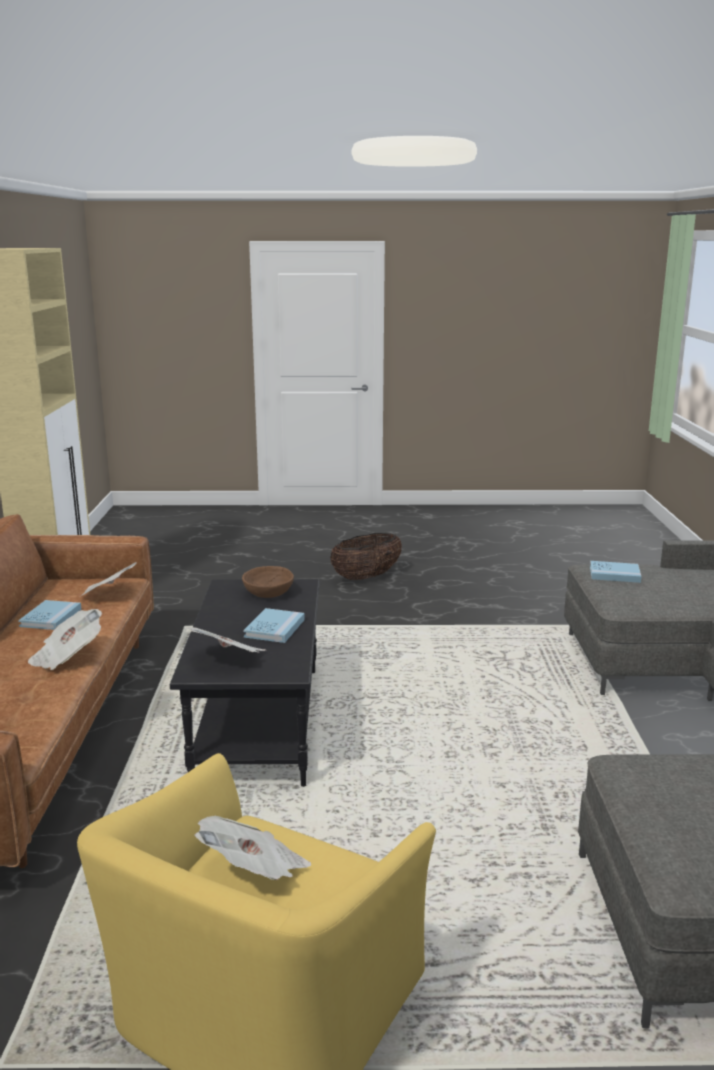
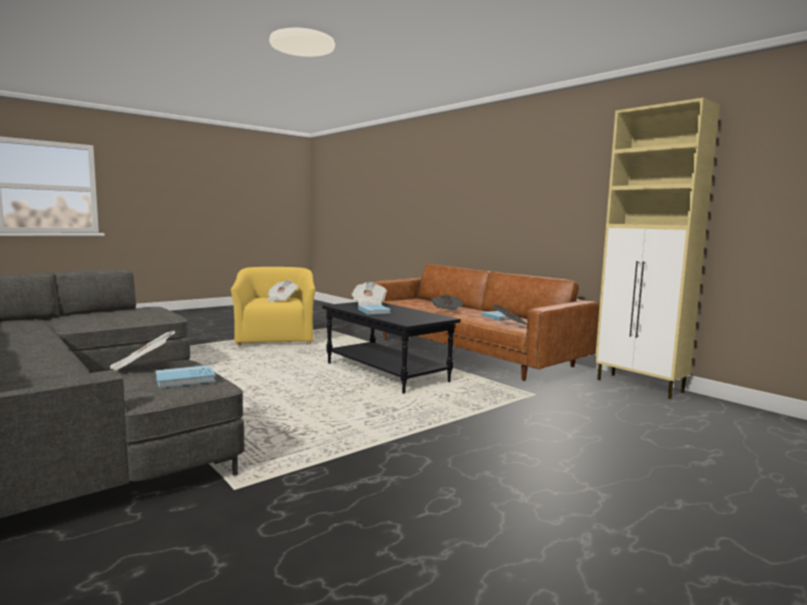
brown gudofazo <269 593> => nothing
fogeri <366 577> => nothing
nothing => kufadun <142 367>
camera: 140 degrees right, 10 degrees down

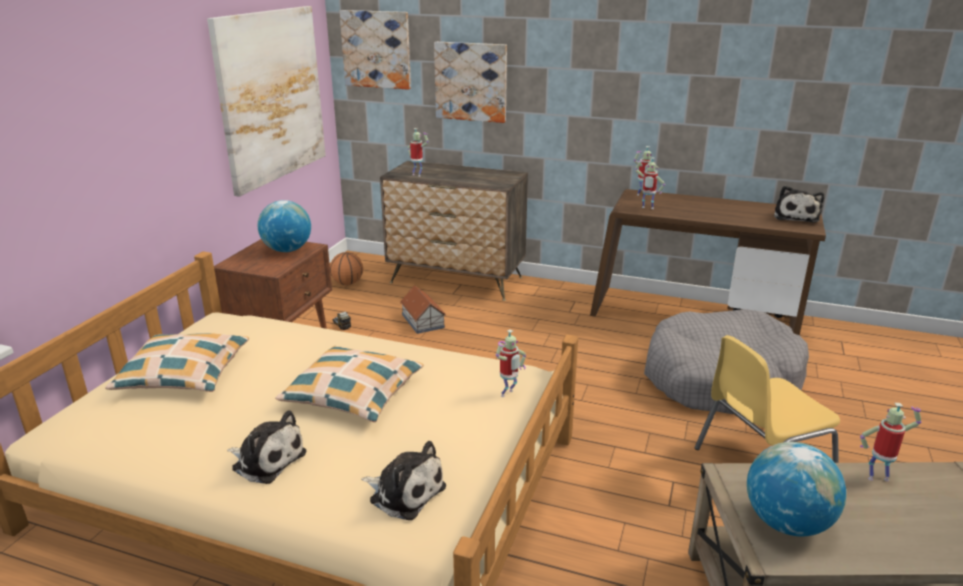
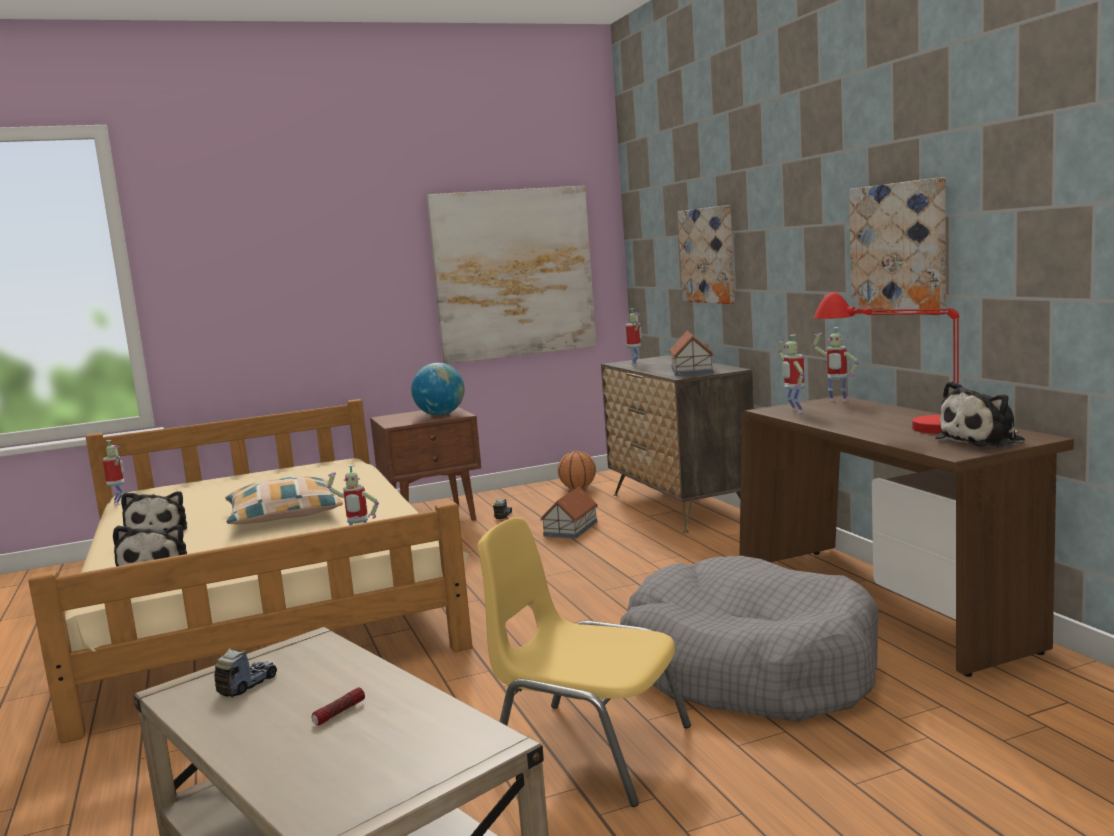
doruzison <184 374> => nothing
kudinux <376 49> => kudinux <899 248>, move
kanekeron <786 523> => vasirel <247 684>
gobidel <877 477> => gobidel <119 503>, move
nothing => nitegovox <339 713>
nothing => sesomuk <691 370>
nothing => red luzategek <893 425>
camera: 50 degrees right, 15 degrees down

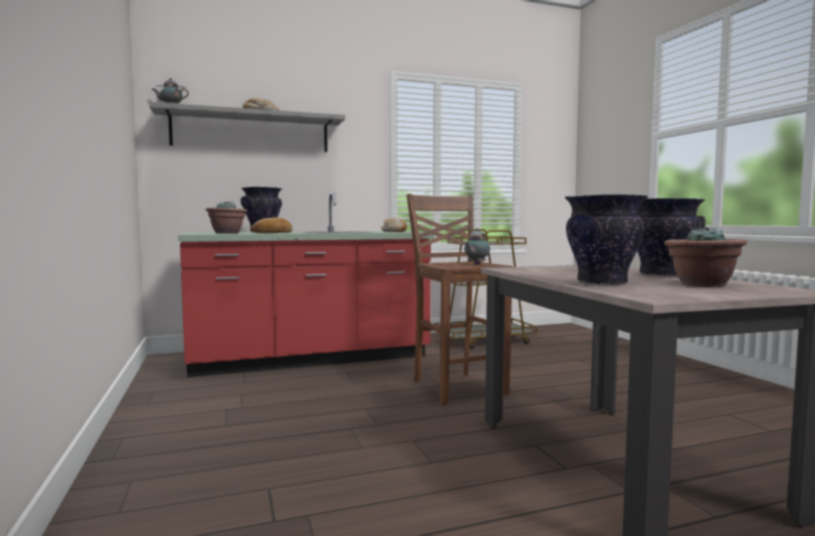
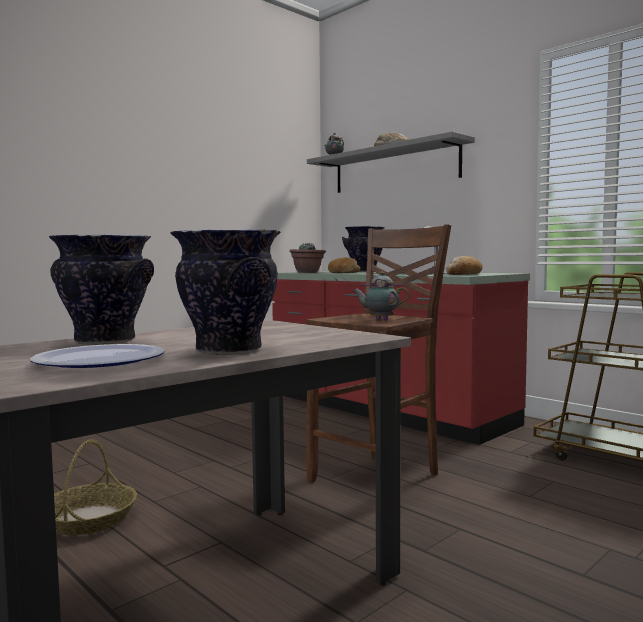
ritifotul <701 284> => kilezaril <99 359>
nothing => fogeri <89 519>
camera: 65 degrees right, 0 degrees up

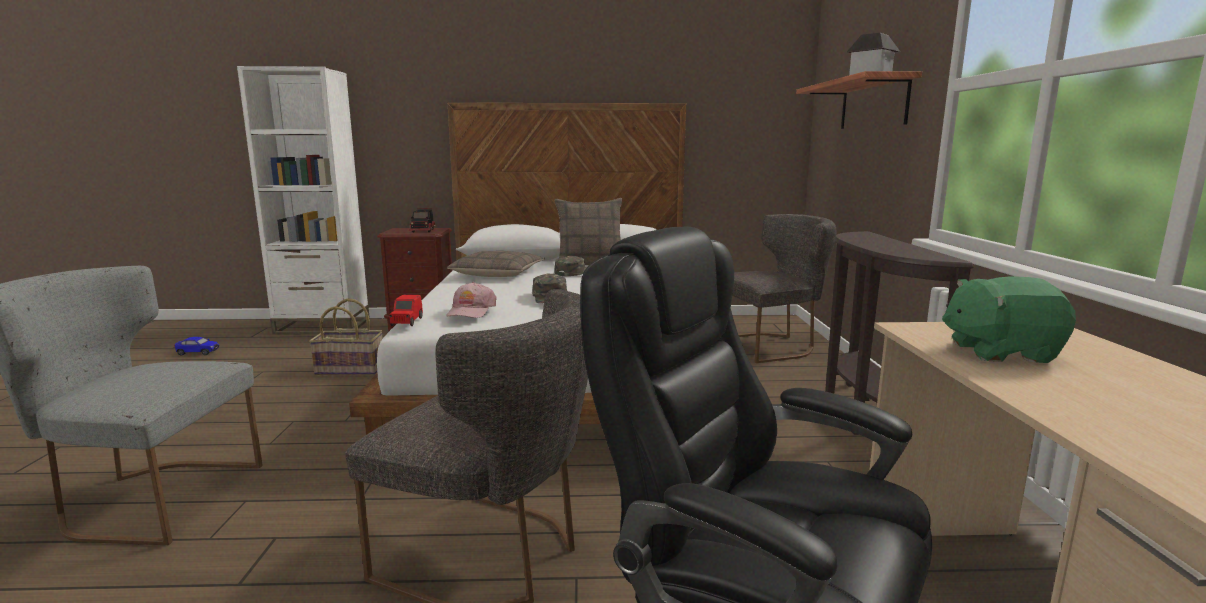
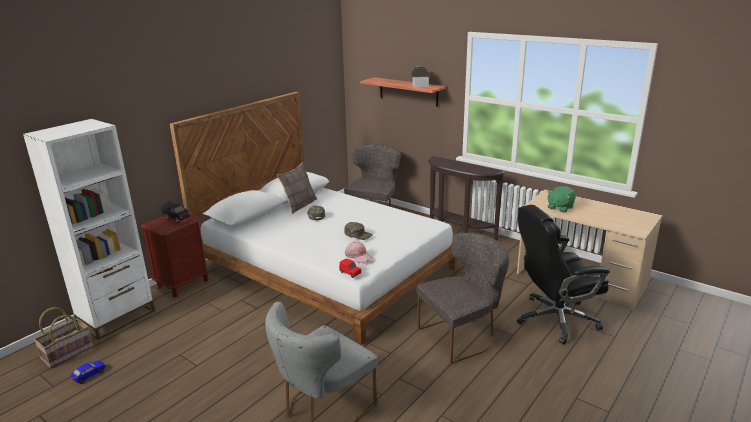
fogeri <351 369> => fogeri <67 352>, move
doruzison <498 274> => nothing
camera: 50 degrees left, 10 degrees up

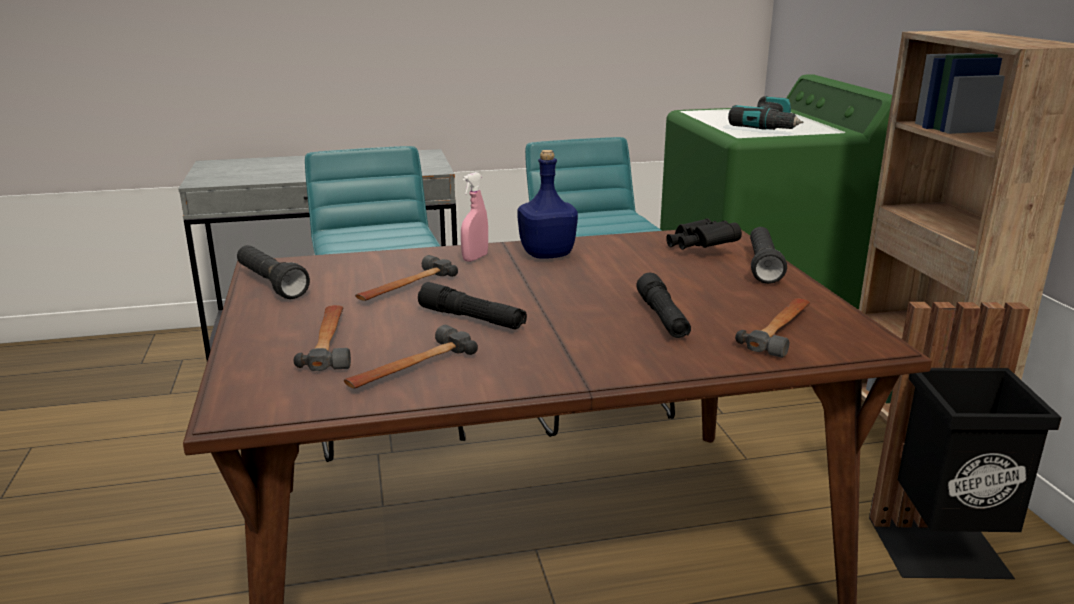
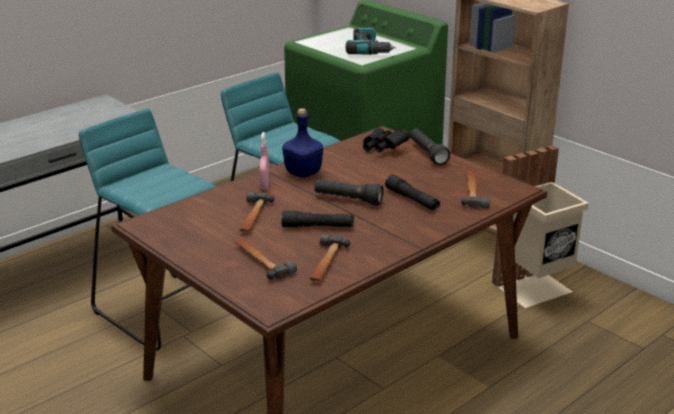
black nitegovox <271 284> => black nitegovox <348 200>, move
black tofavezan <942 551> => beige tofavezan <534 289>
camera: 30 degrees left, 5 degrees up

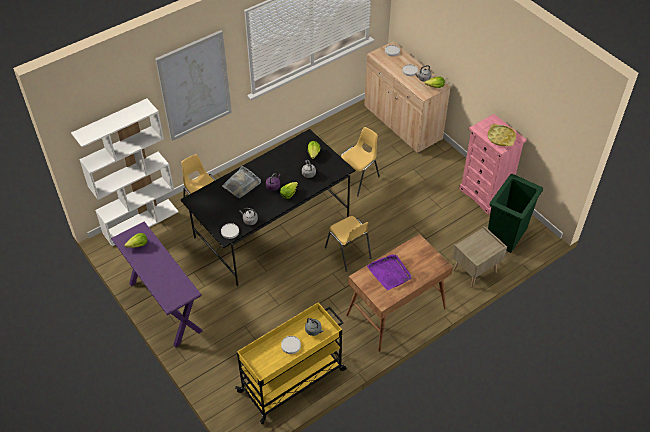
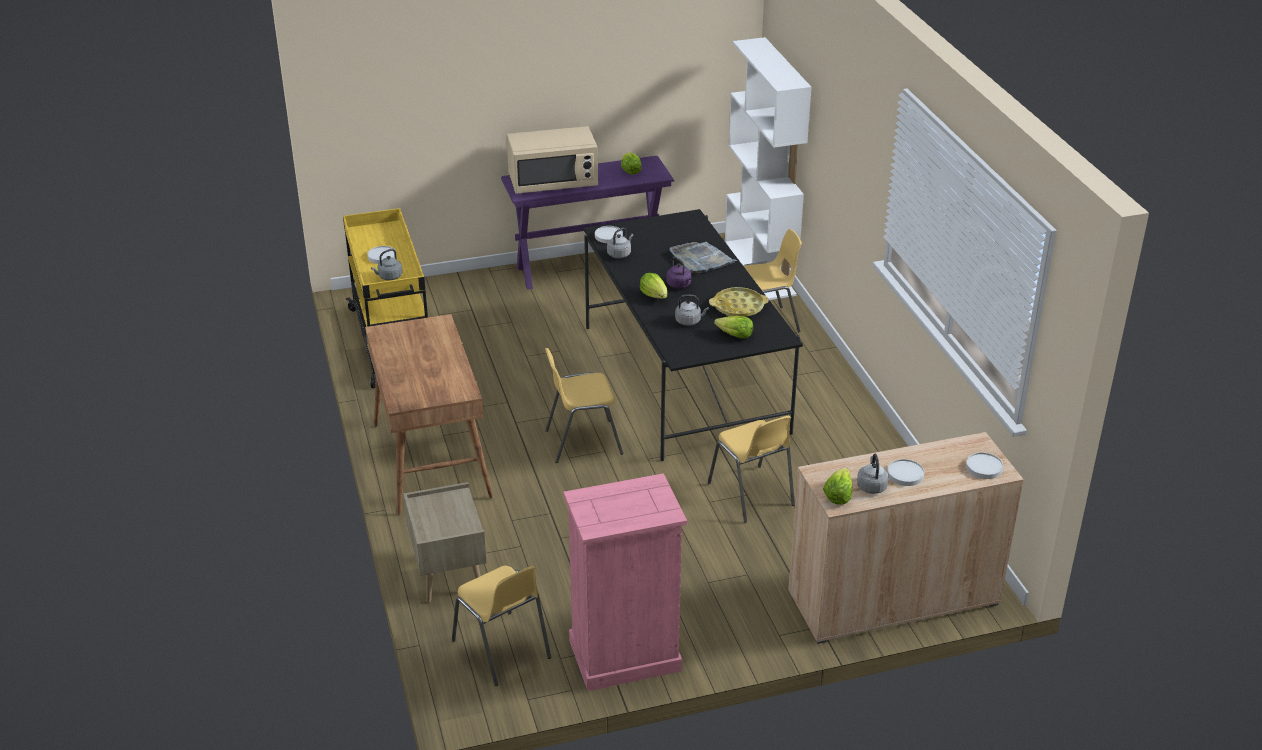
kudinux <194 86> => nothing
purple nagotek <389 273> => nothing
yellow nagotek <501 137> => yellow nagotek <738 307>, move
green tofavezan <507 235> => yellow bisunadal <502 650>
nothing => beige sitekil <553 183>
camera: 110 degrees right, 15 degrees down

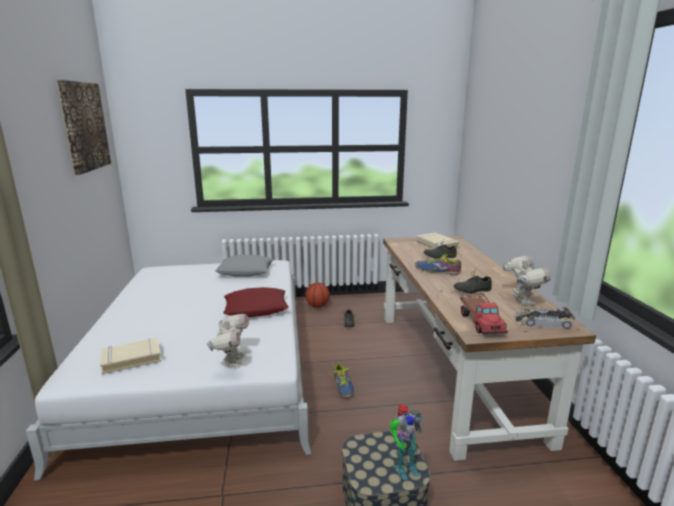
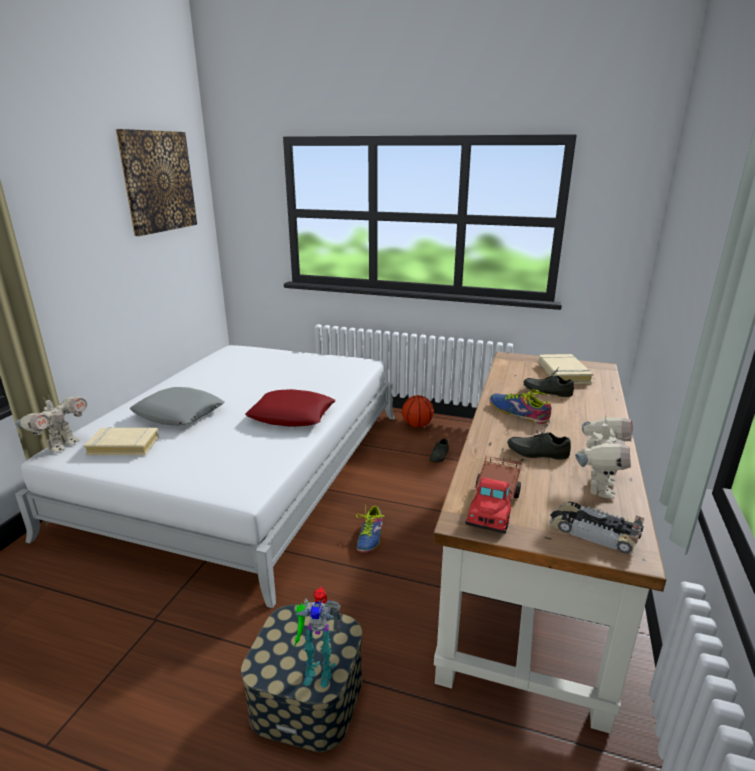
gobidel <232 361> => gobidel <62 446>, move
grey doruzison <245 271> => grey doruzison <179 413>, move
camera: 25 degrees right, 5 degrees up

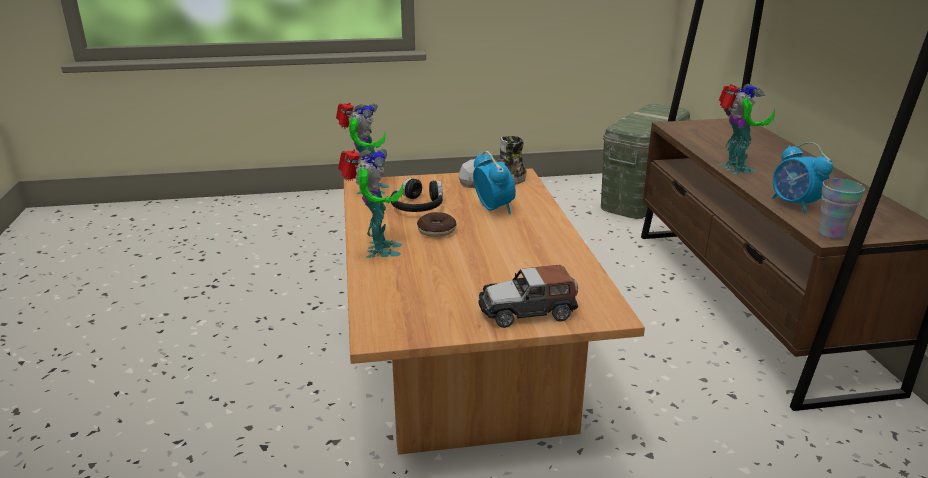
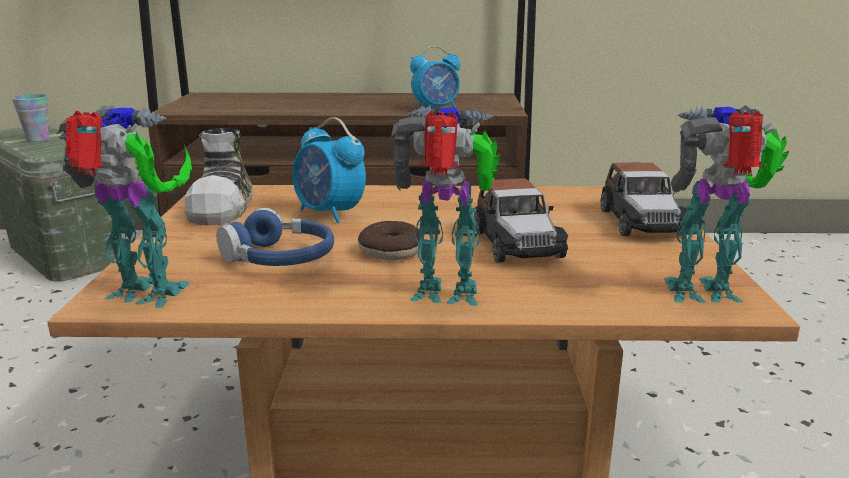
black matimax <418 206> => blue matimax <279 258>
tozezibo <493 208> => tozezibo <330 214>, 120 degrees counterclockwise
gobidel <734 169> => gobidel <706 294>, move
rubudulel <831 233> => rubudulel <37 140>, move
nothing => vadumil <516 244>
camera: 80 degrees left, 5 degrees down

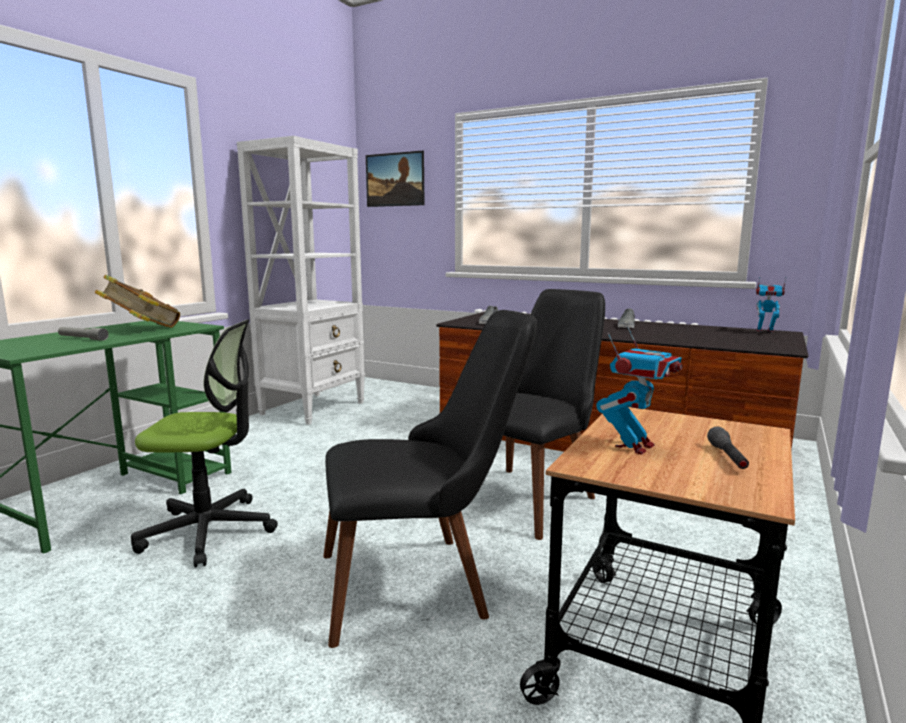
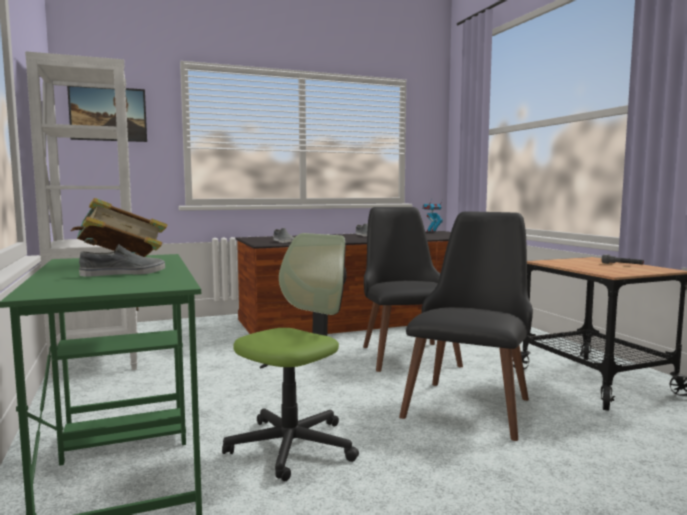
grey nitegovox <82 338> => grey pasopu <124 273>
gobidel <634 446> => nothing
camera: 50 degrees left, 5 degrees down

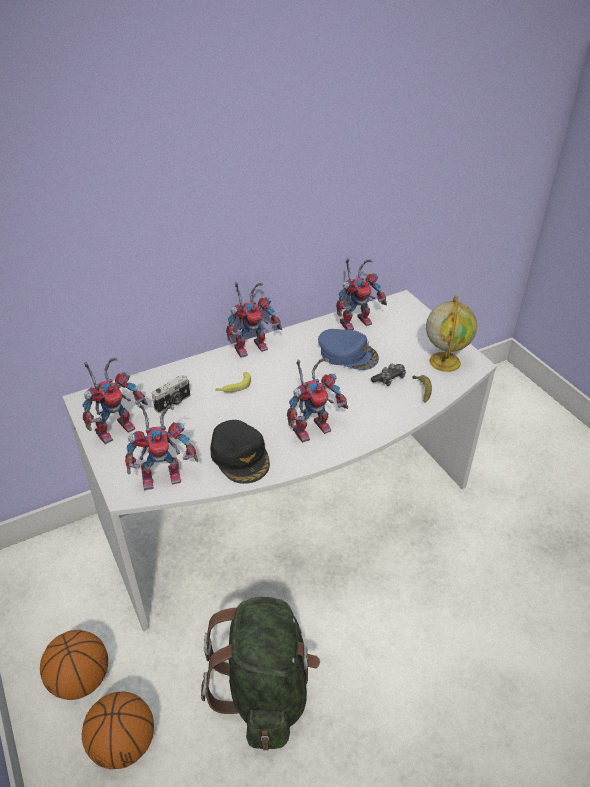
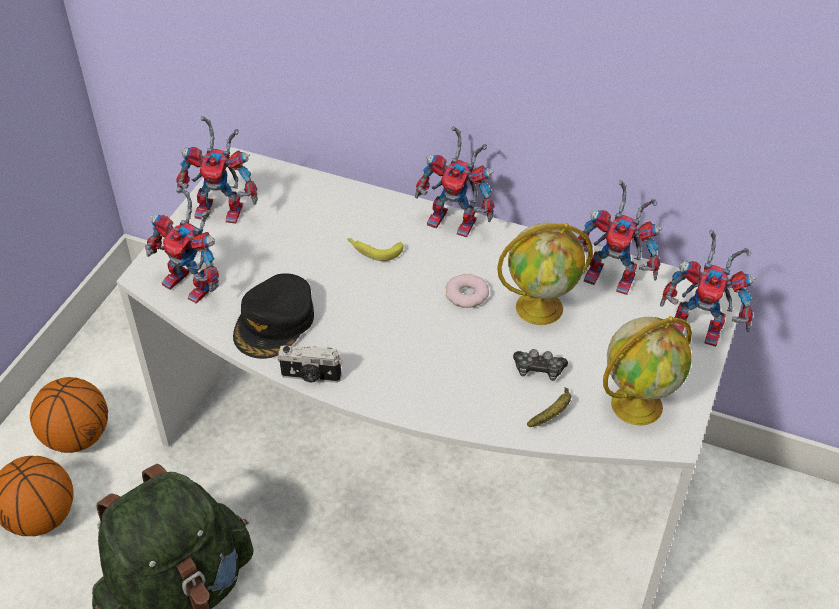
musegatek <173 403> => musegatek <311 376>, move
gobidel <313 427> => gobidel <701 328>, move
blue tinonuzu <348 354> => kanekeron <540 307>
nothing => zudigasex <467 295>
camera: 50 degrees right, 5 degrees up

